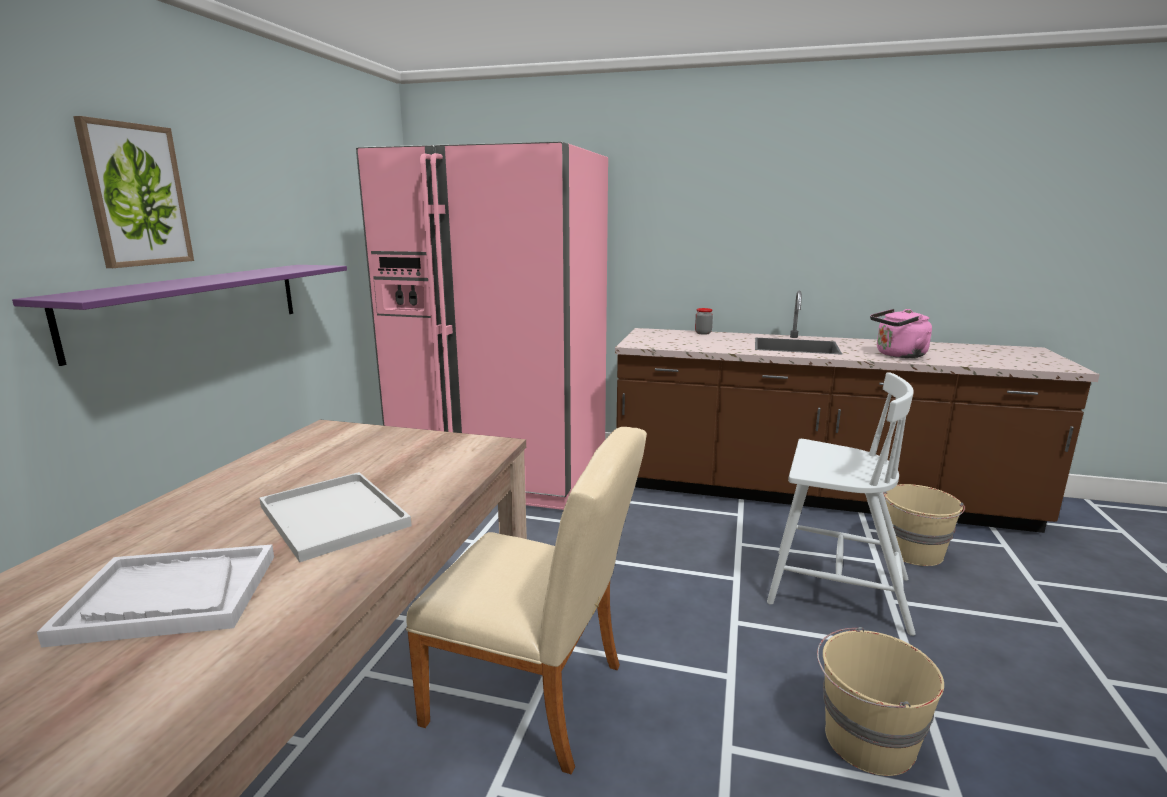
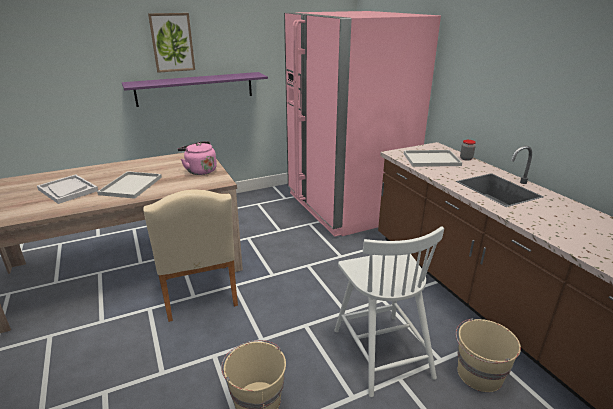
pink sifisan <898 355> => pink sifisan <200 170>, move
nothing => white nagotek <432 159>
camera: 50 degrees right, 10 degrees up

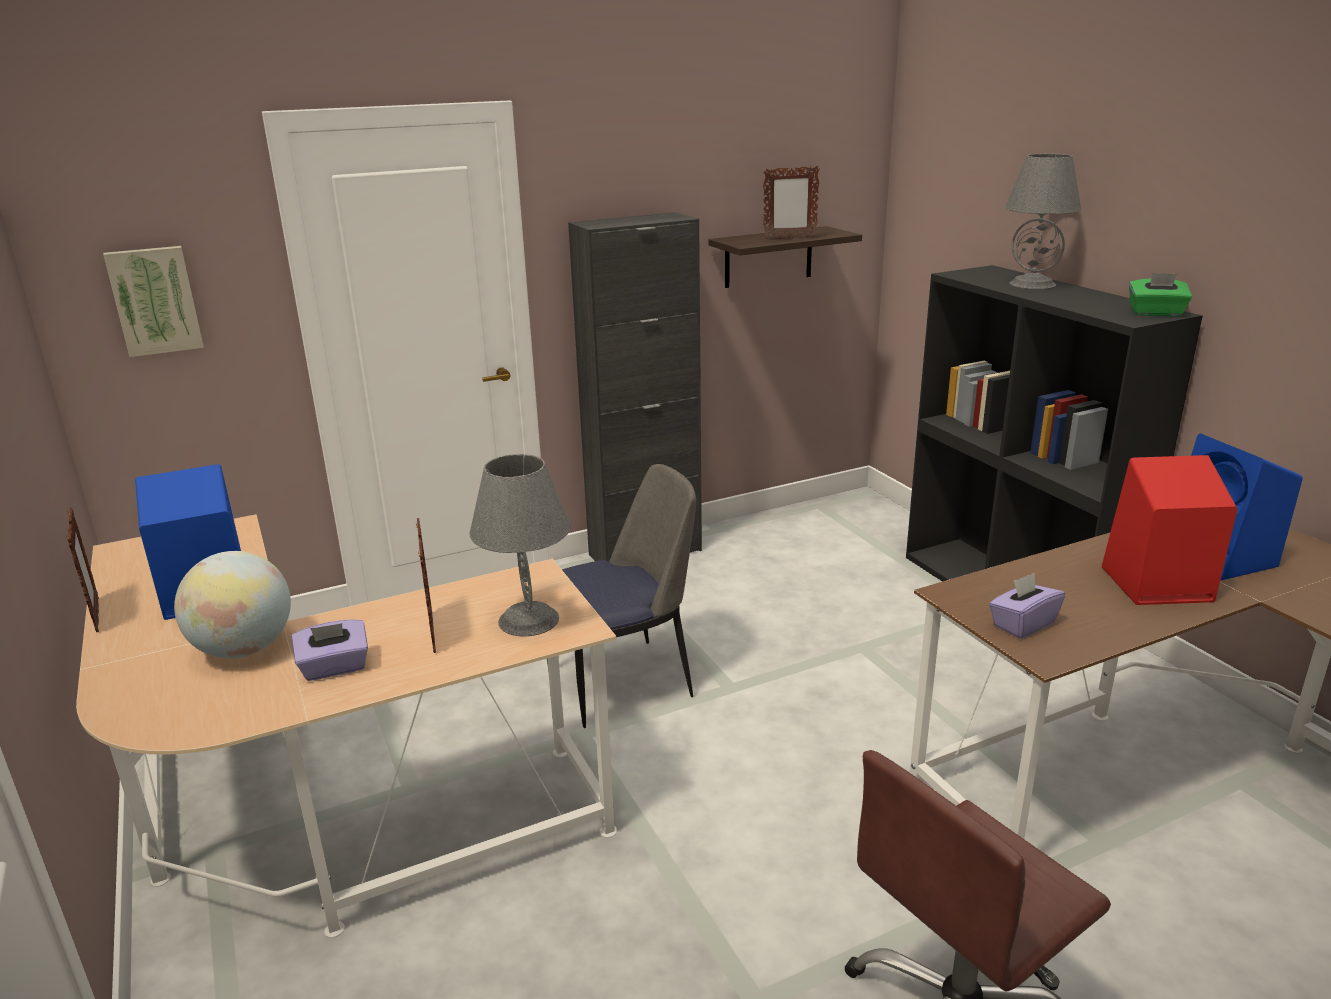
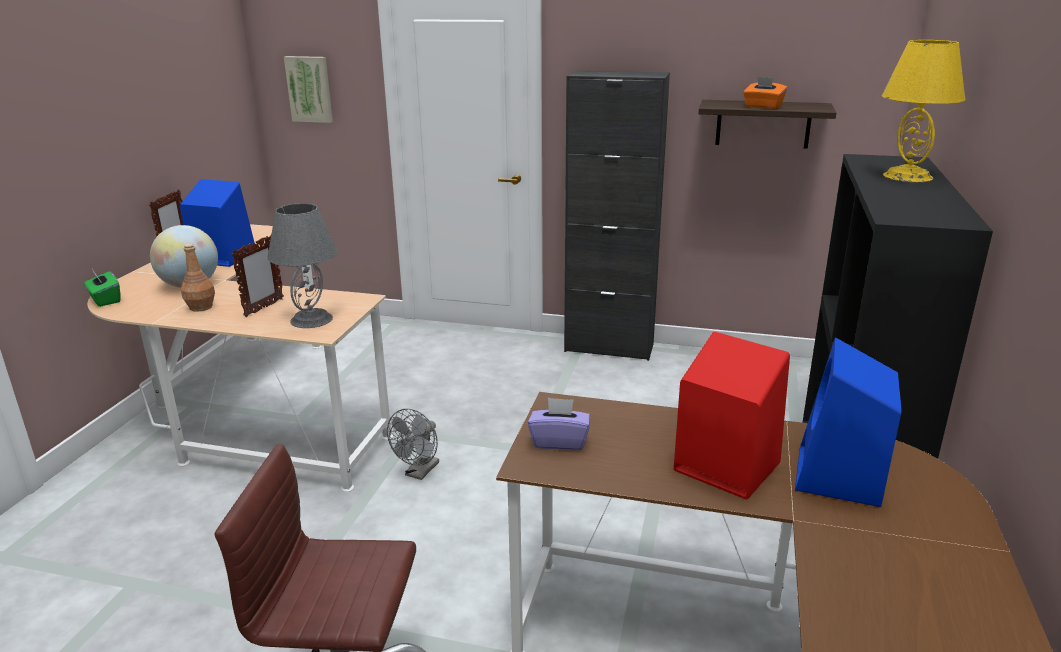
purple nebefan <335 668> => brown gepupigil <201 307>
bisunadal <624 682> => nothing
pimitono <789 238> => orange nebefan <763 107>
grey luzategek <1033 284> => yellow luzategek <908 176>
green nebefan <1156 313> => green nebefan <105 300>, move
nothing => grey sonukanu <419 472>
camera: 40 degrees right, 0 degrees up

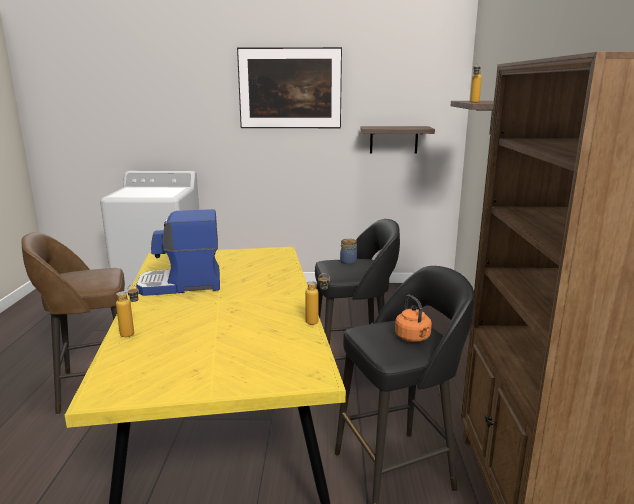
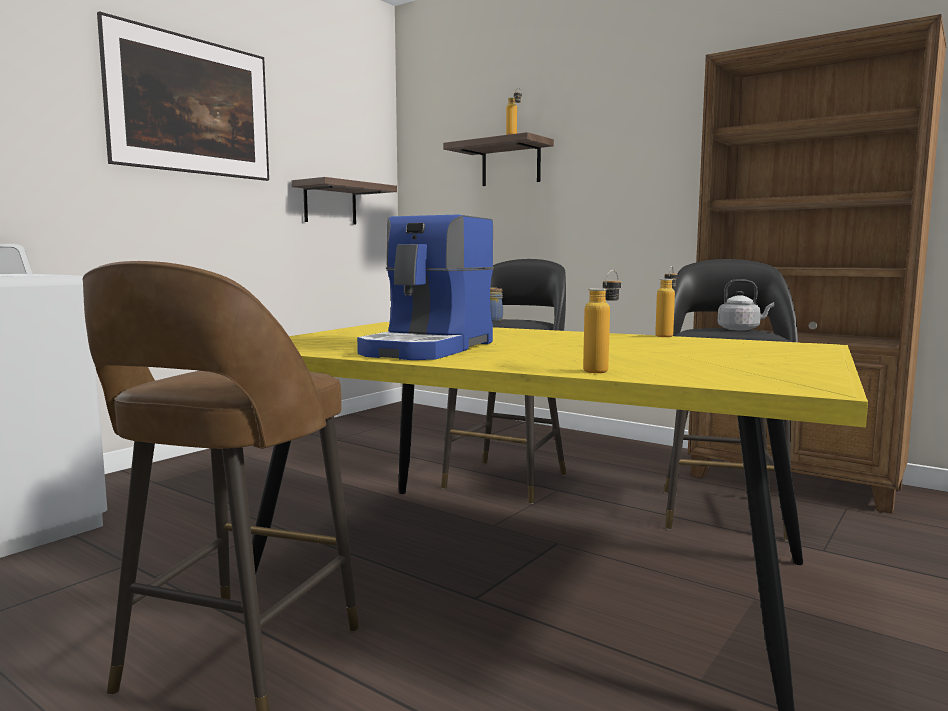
orange sifisan <413 338> => grey sifisan <741 329>
camera: 55 degrees left, 10 degrees down

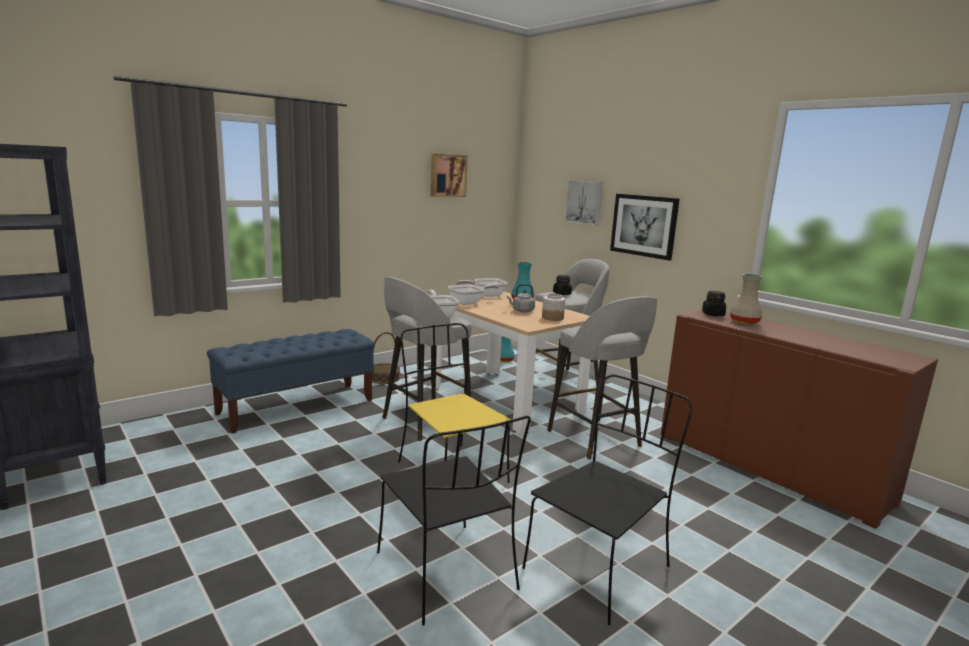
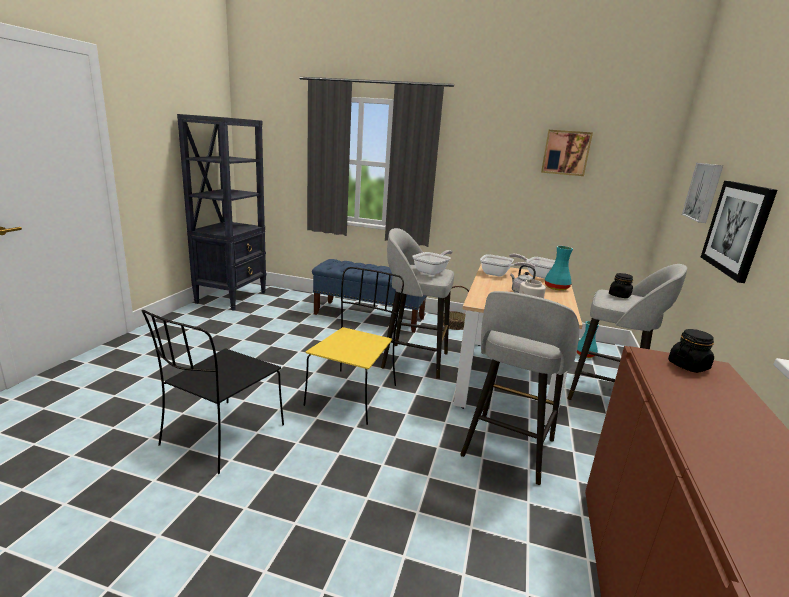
black bisunadal <599 566> => nothing
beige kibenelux <744 322> => nothing
camera: 55 degrees right, 5 degrees up

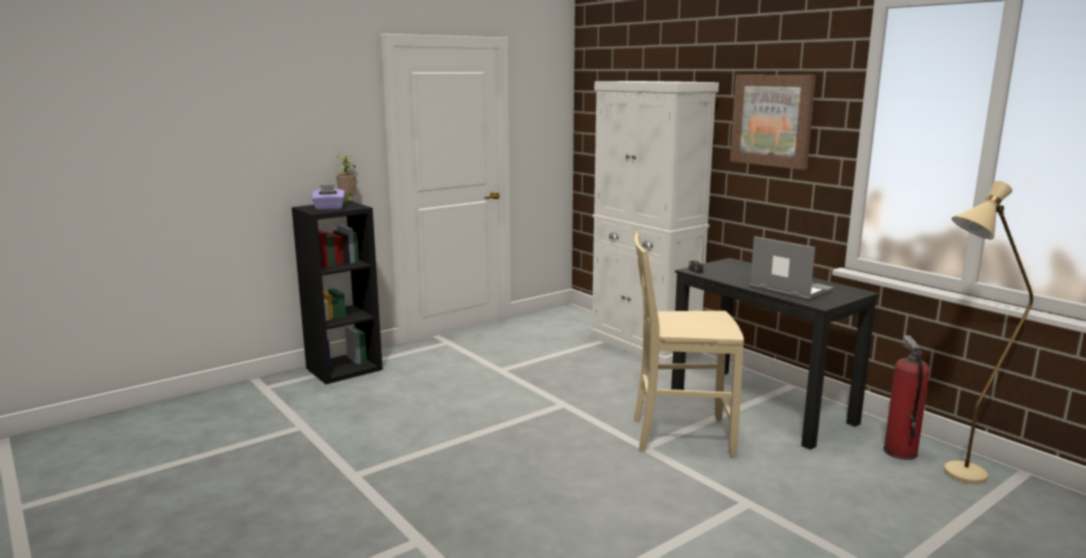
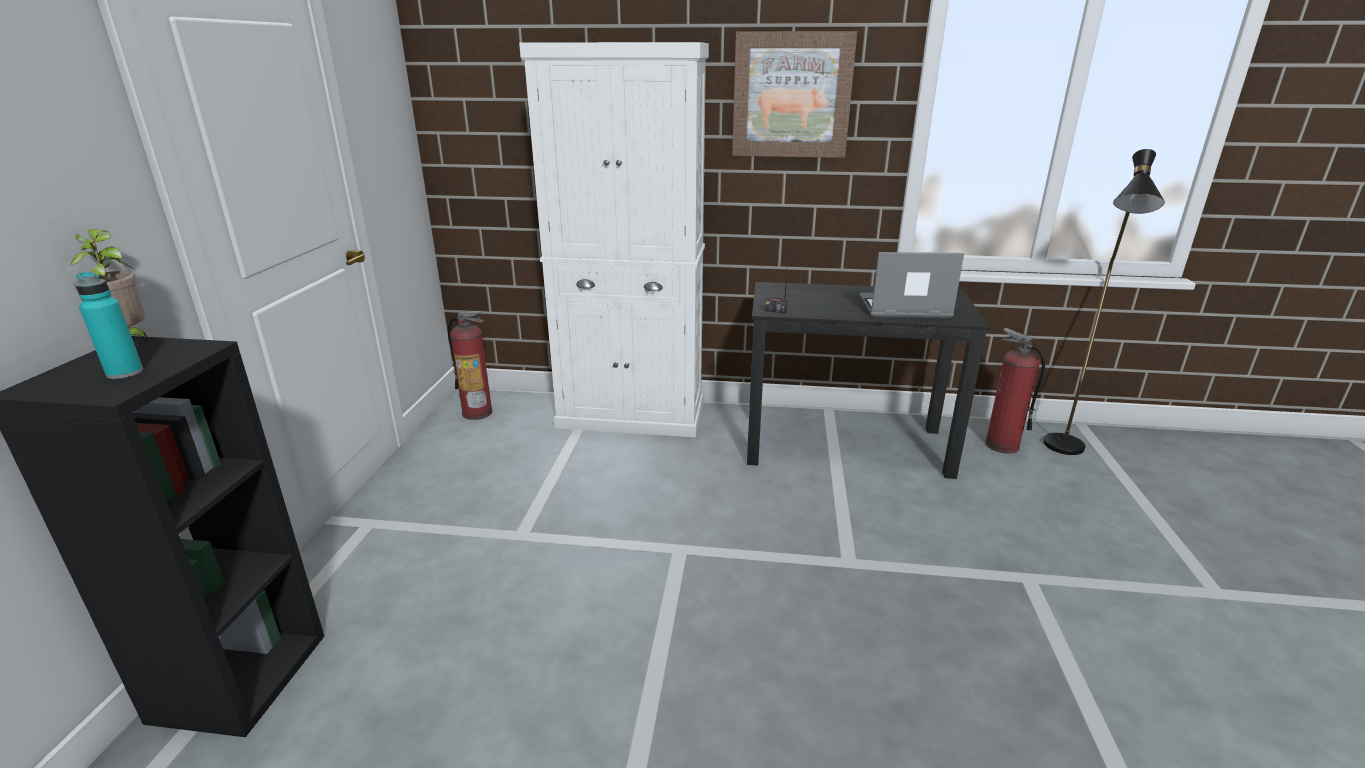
purple nebefan <329 208> => turquoise gepupigil <125 373>
beige bisunadal <679 435> => nothing
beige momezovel <954 477> => black momezovel <1064 452>
nothing => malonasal <477 412>
camera: 45 degrees left, 10 degrees up

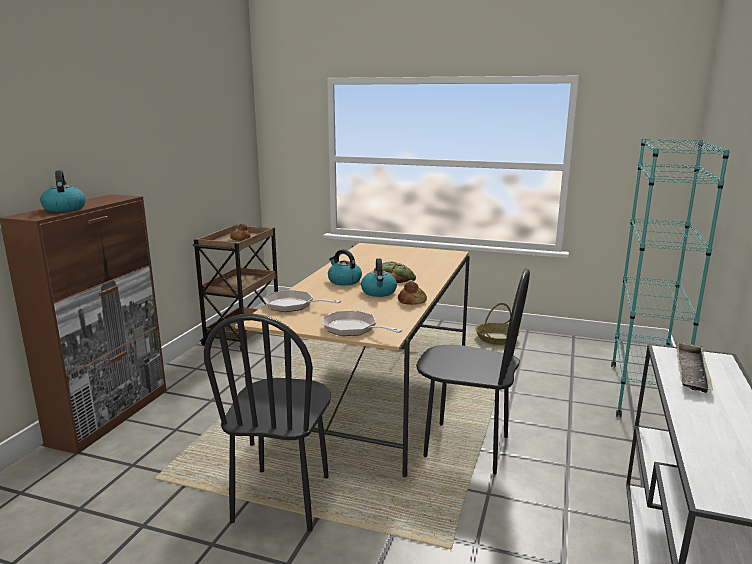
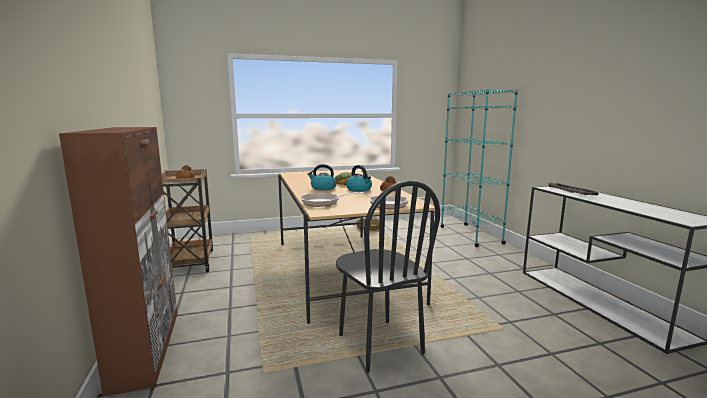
sifisan <64 209> => nothing
black bisunadal <466 447> => nothing
camera: 35 degrees left, 5 degrees down

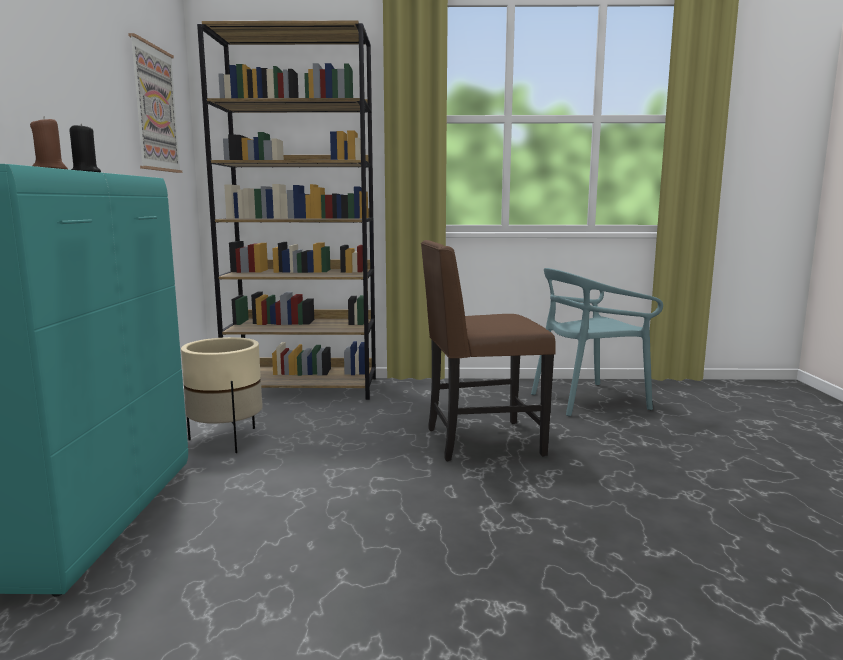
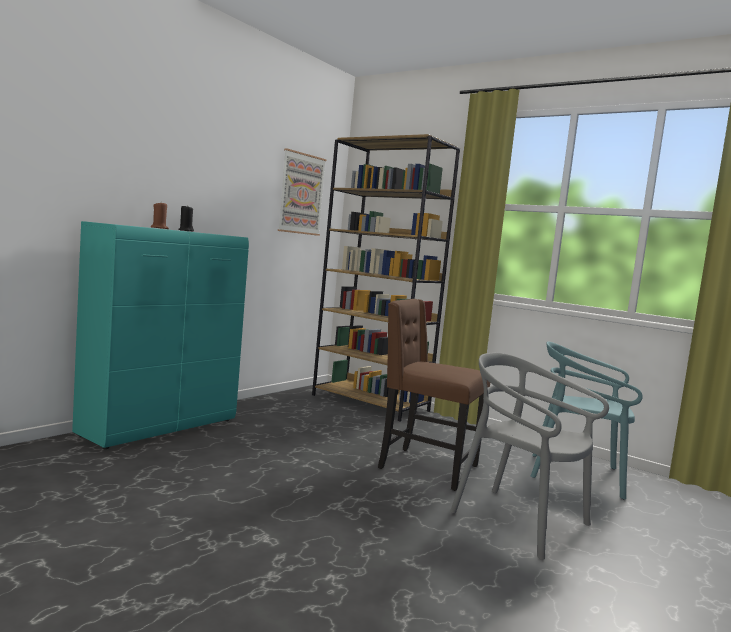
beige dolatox <227 440> => nothing
nothing => grey bisunadal <519 521>
camera: 35 degrees right, 5 degrees down

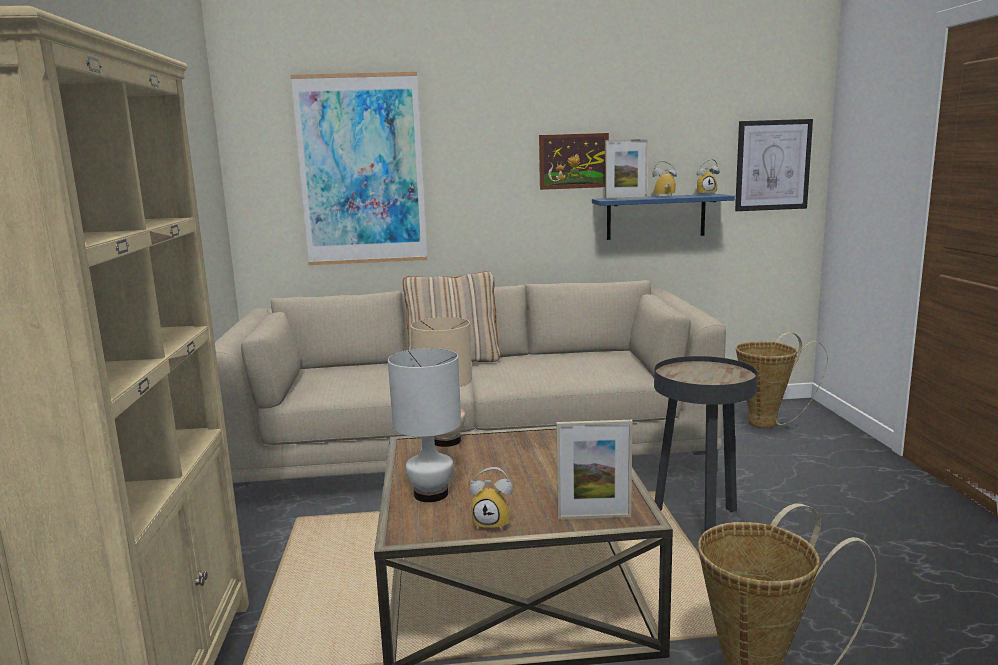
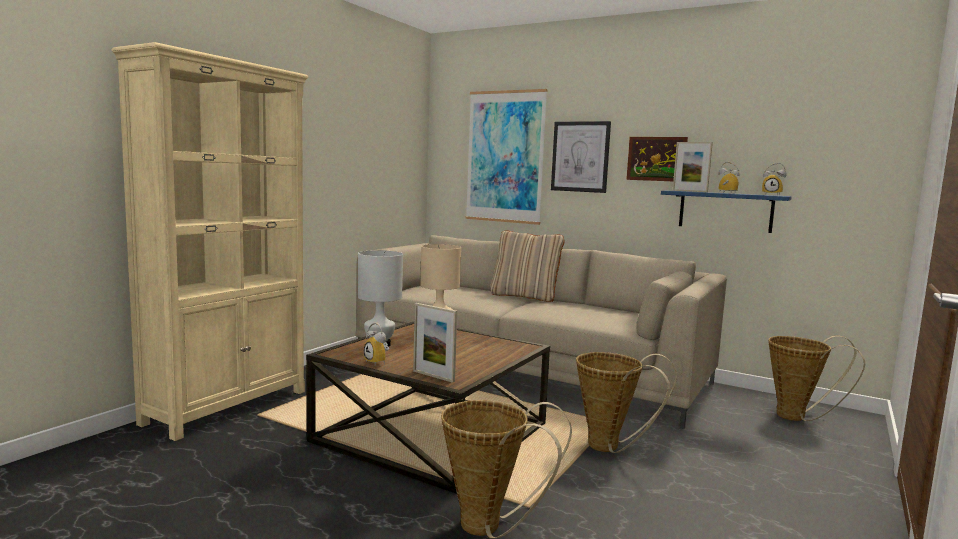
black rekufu <699 522> => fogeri <610 448>
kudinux <772 165> => kudinux <580 156>, move
camera: 35 degrees right, 5 degrees down

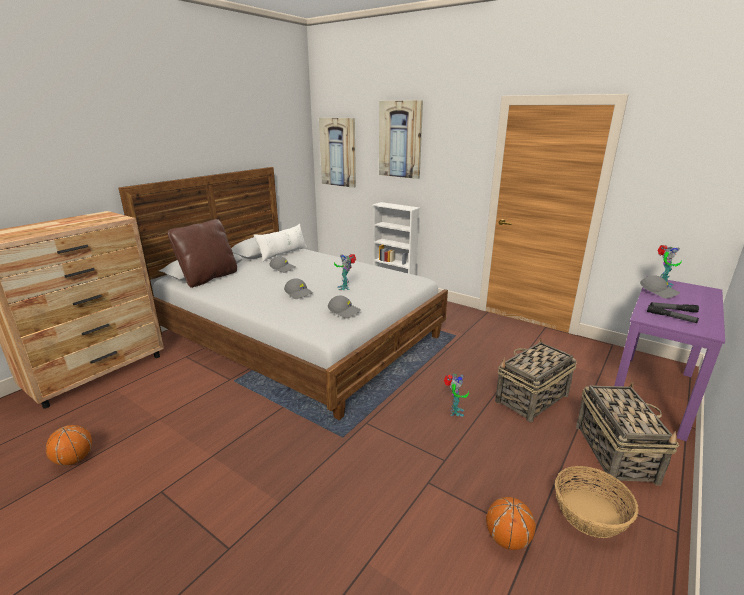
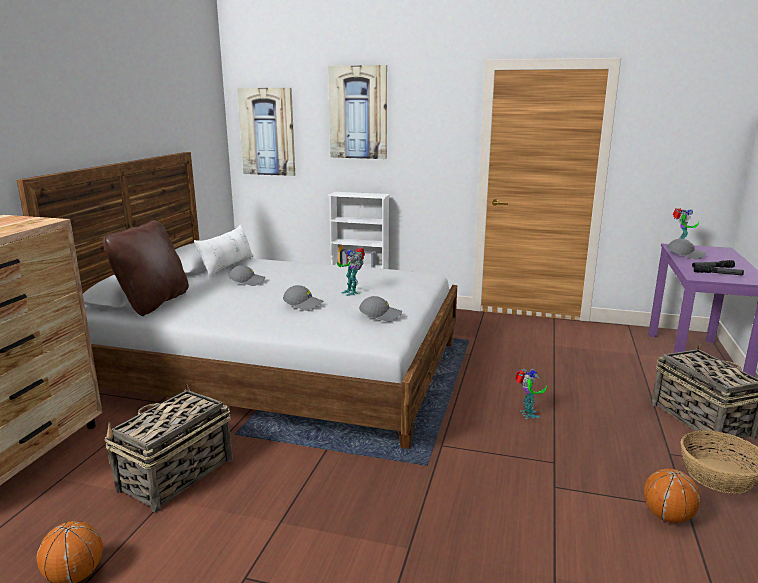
fogeri <531 399> => fogeri <175 475>, move
camera: 20 degrees left, 5 degrees down

